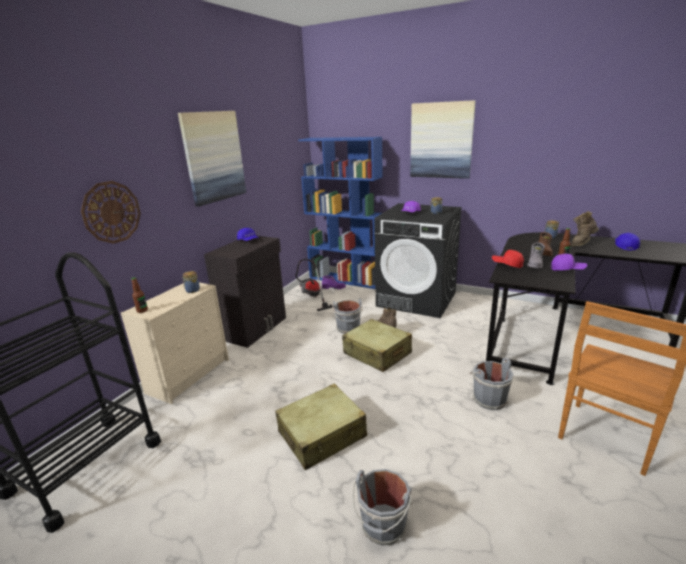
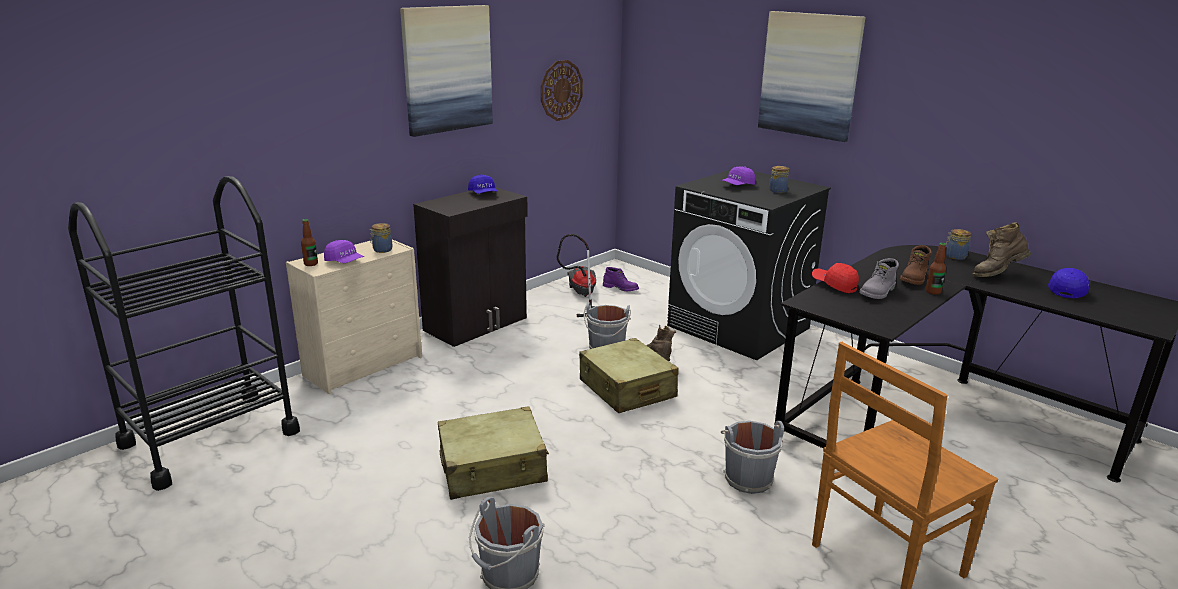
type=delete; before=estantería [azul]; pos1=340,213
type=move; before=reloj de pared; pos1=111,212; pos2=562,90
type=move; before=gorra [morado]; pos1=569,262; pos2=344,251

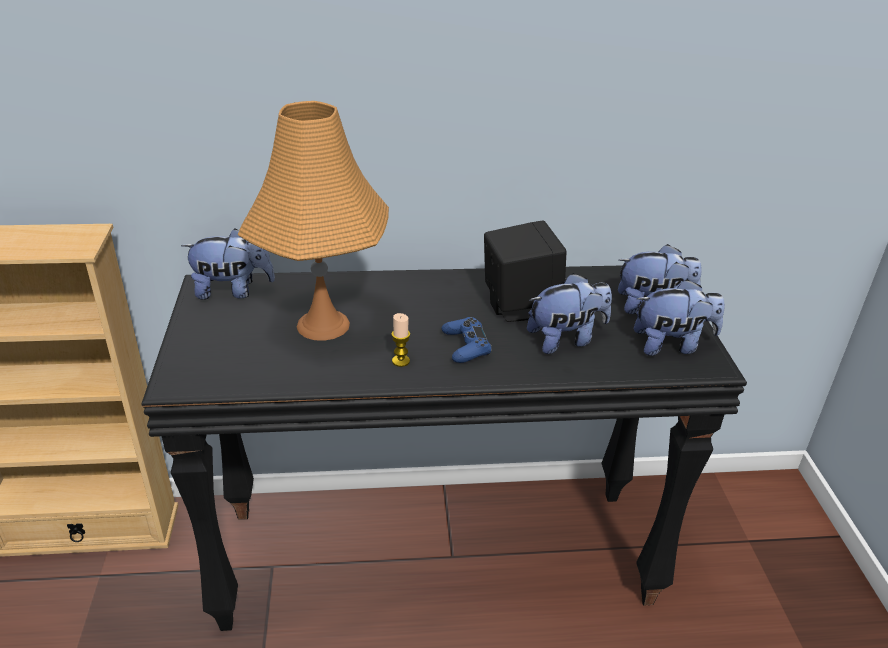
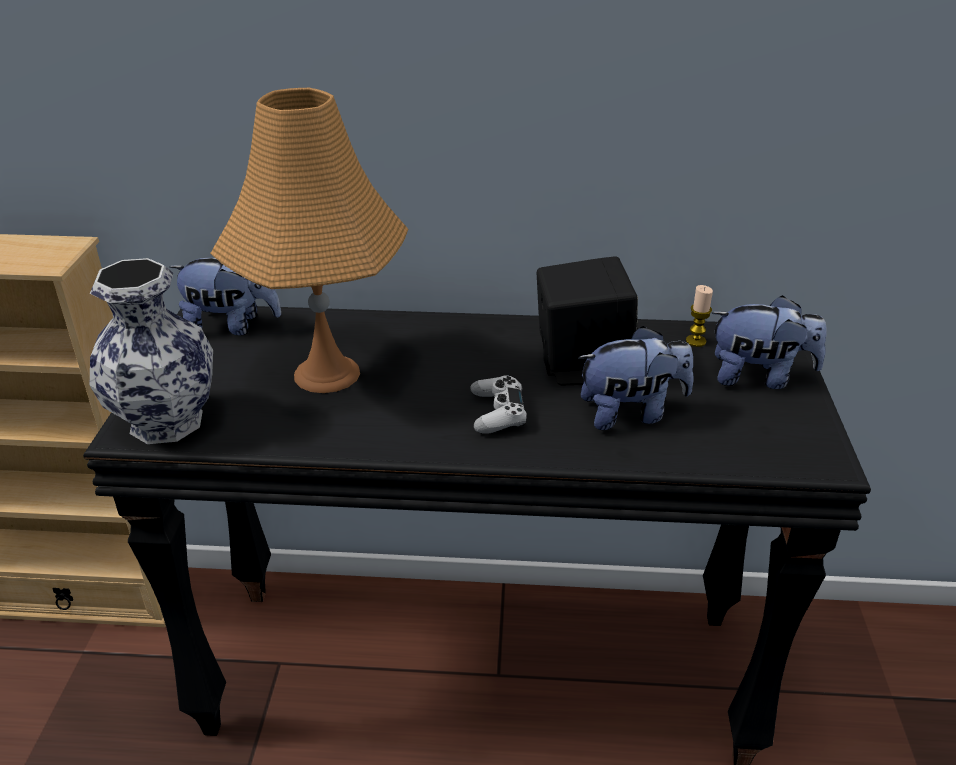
type=delete; before=peluche; pos1=679,317
type=move; before=vela; pos1=400,340; pos2=699,316
type=recolor; before=mando de consola [azul]; after=mando de consola [blanco]; pos1=466,340; pos2=498,404
type=insert; after=florero; pos2=151,351

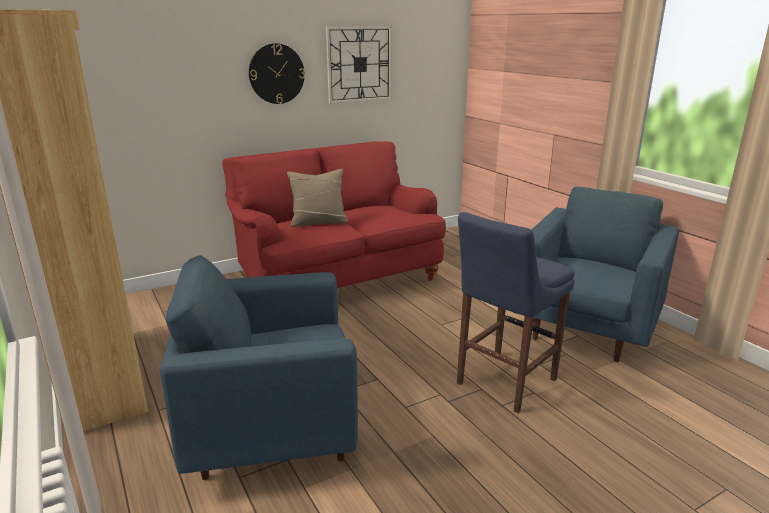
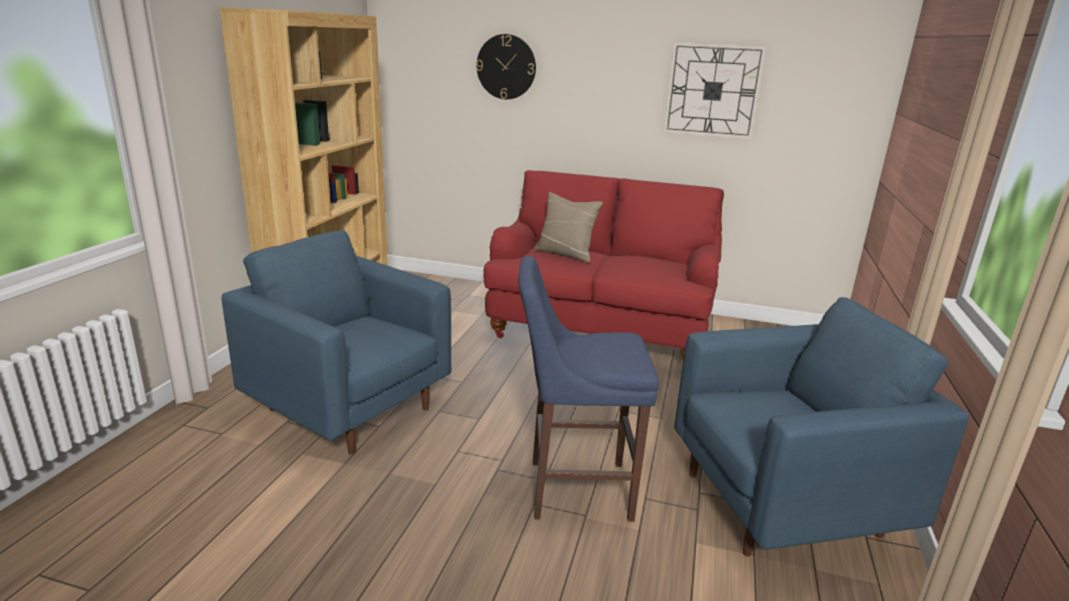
type=move; before=reloj de pared; pos1=277,73; pos2=506,66

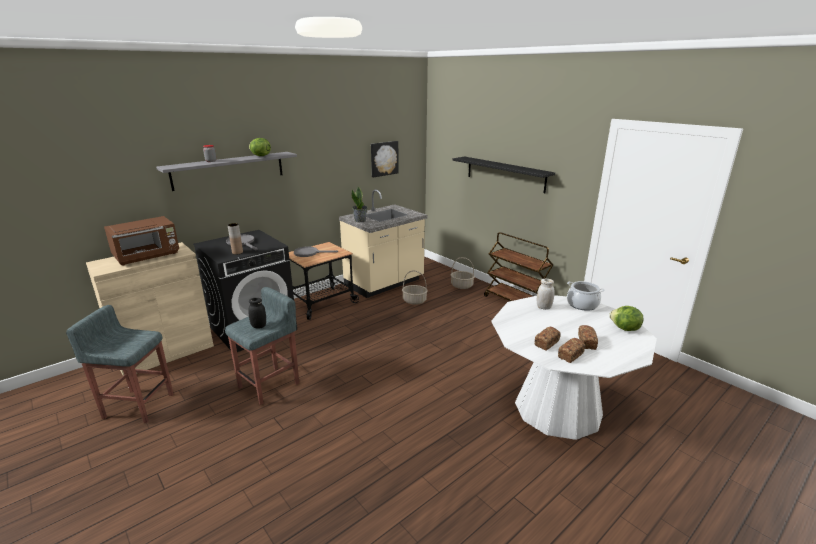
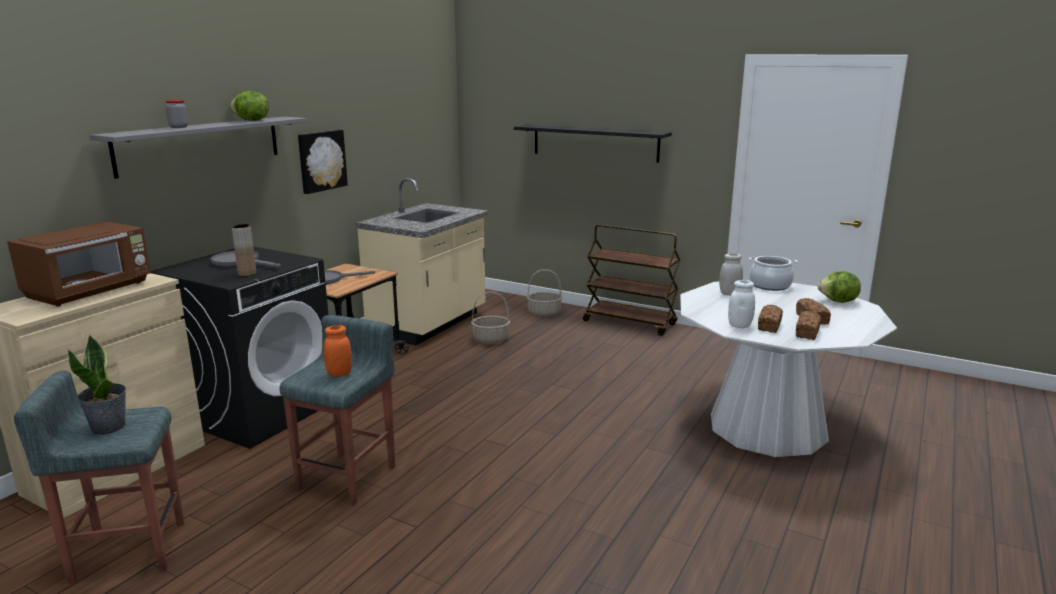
type=move; before=cuadro; pos1=385,159; pos2=323,162
type=move; before=planta en maceta; pos1=360,204; pos2=97,385
type=recolor; before=tarro [negro]; after=tarro [naranja]; pos1=257,313; pos2=338,351
type=insert; after=tarro [blanco]; pos2=741,304

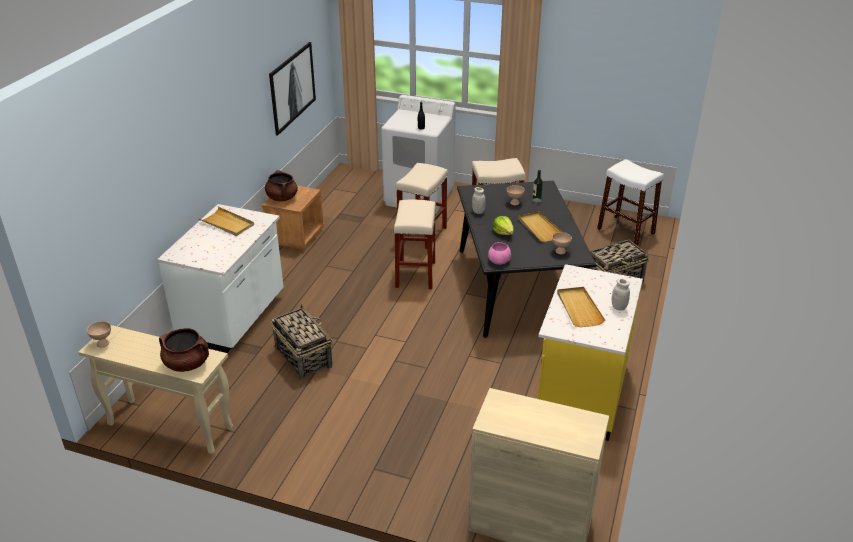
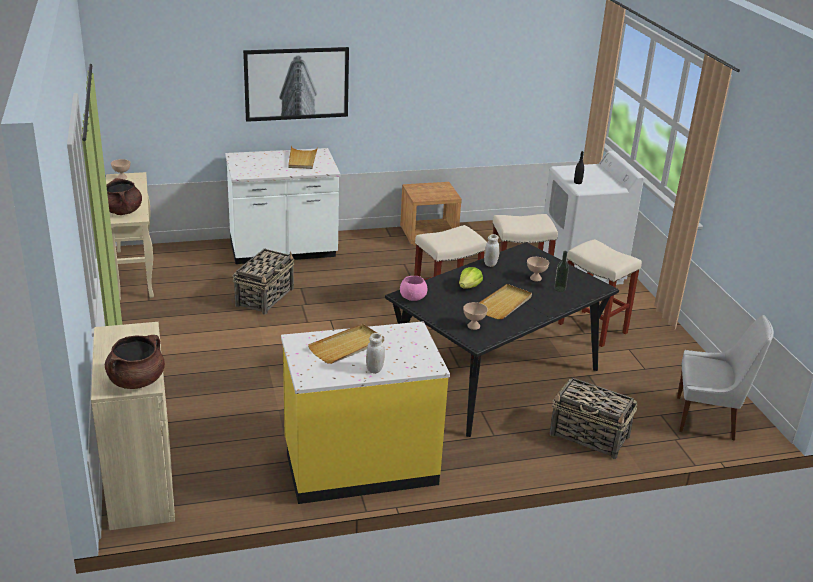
type=move; before=cuadro; pos1=292,88; pos2=296,84
type=replace; before=taburete [blanco]; after=silla [blanco]; pos1=630,202; pos2=725,378
type=move; before=olla [marrón]; pos1=281,185; pos2=135,362

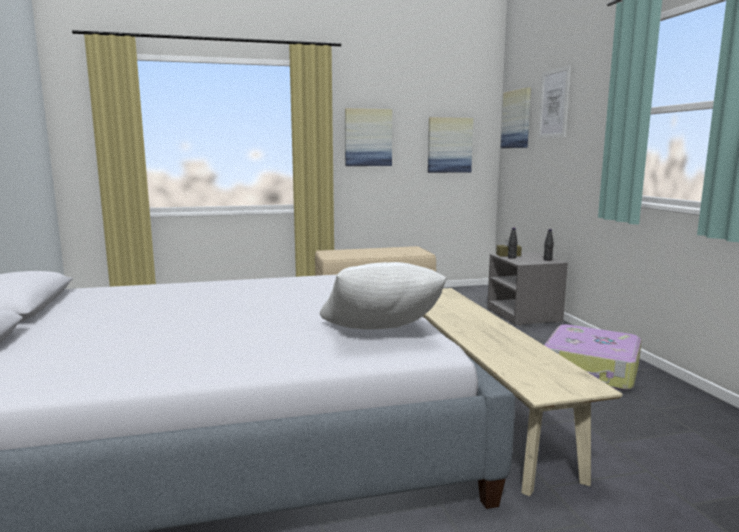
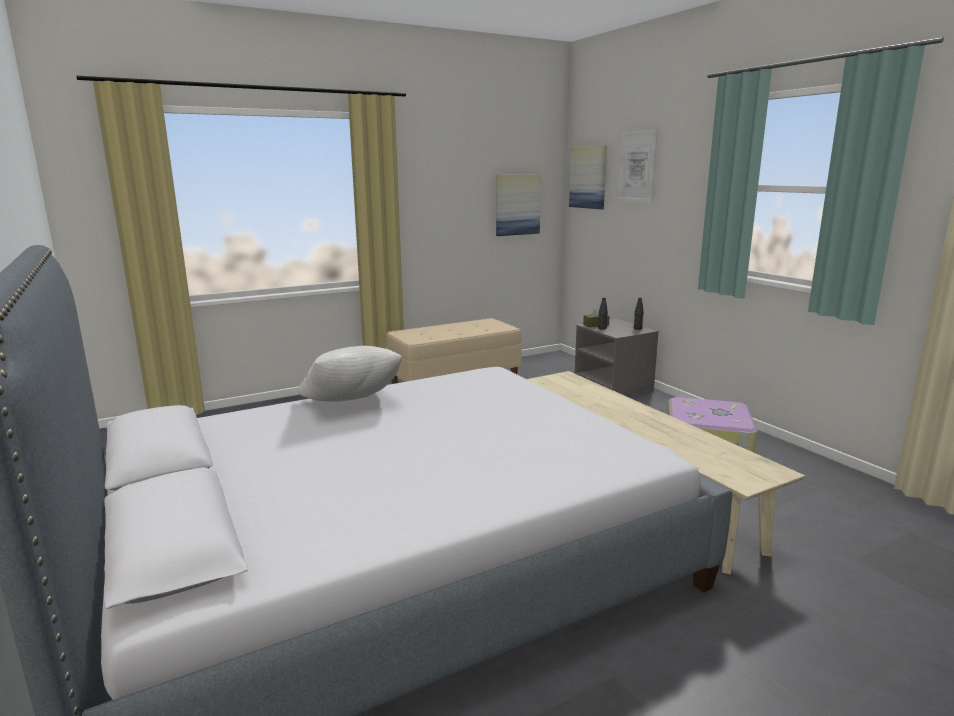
type=delete; before=cuadro; pos1=368,137
type=move; before=cojín [blanco]; pos1=383,295; pos2=350,374

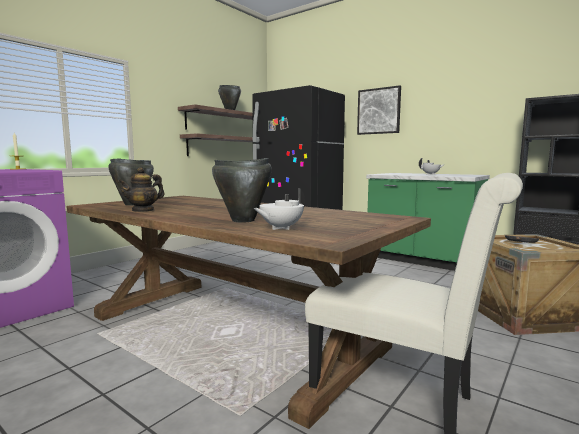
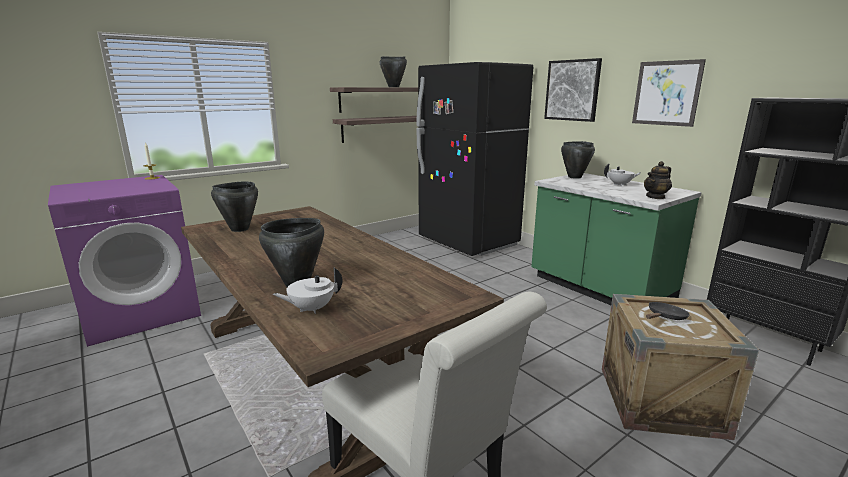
type=move; before=tetera; pos1=141,189; pos2=658,180
type=insert; after=cuadro; pos2=669,93
type=insert; after=olla [negro]; pos2=578,160

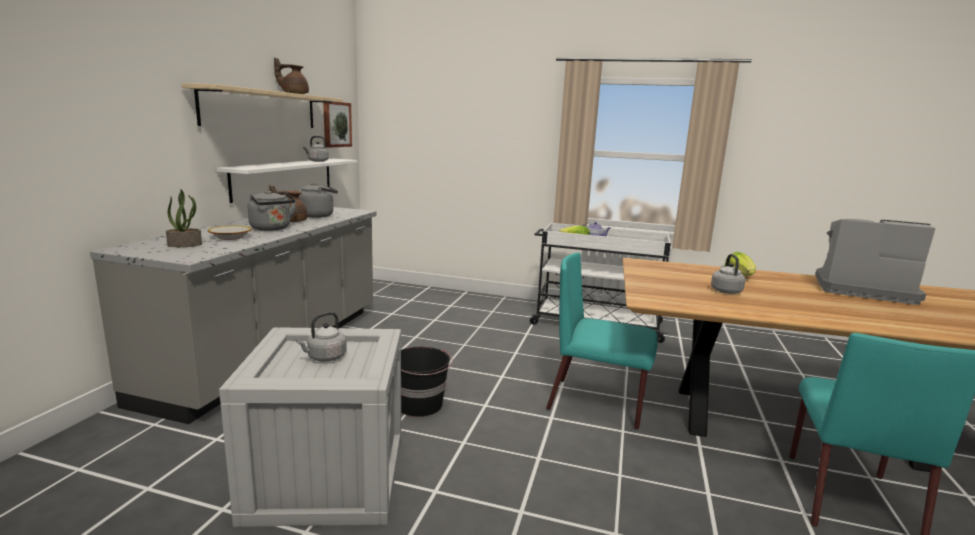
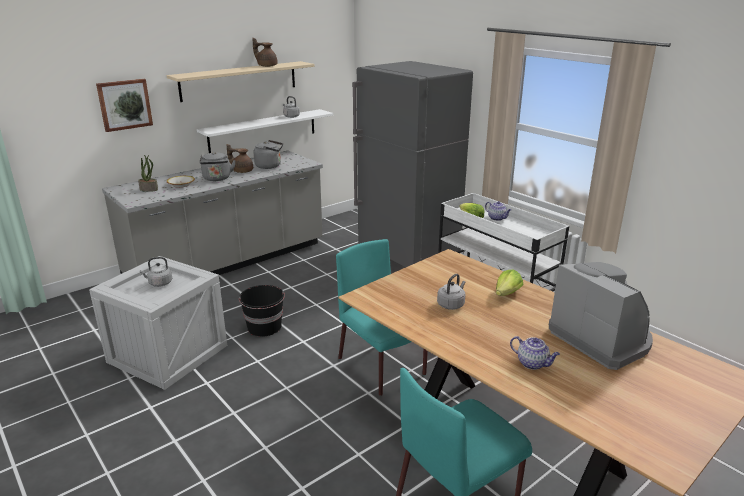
type=move; before=cuadro; pos1=337,125; pos2=124,105
type=insert; after=nevera [gris]; pos2=412,164
type=insert; after=tetera; pos2=535,353

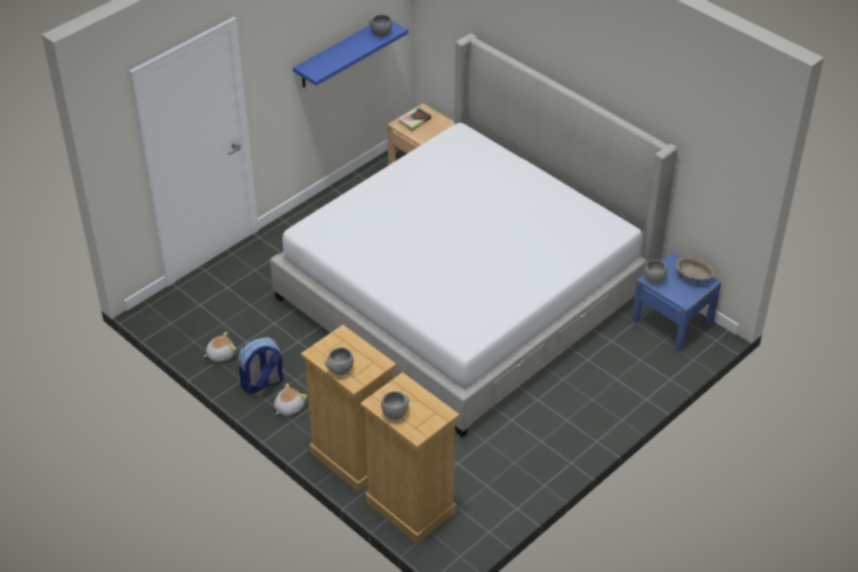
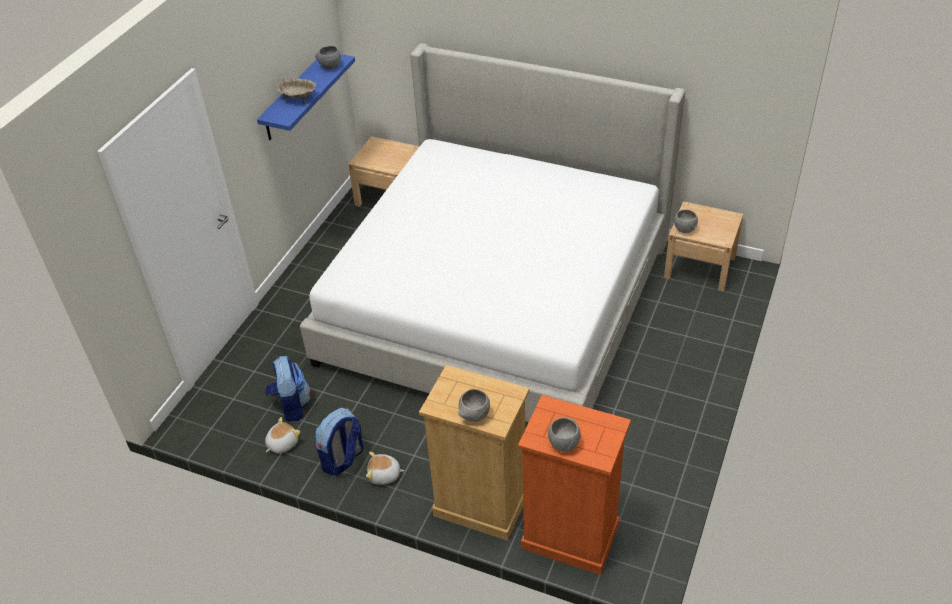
type=delete; before=libro; pos1=414,119
type=recolor; before=mesita de noche [azul]; after=mesita de noche [beis]; pos1=676,302; pos2=703,246
type=move; before=cuenco [beis]; pos1=695,271; pos2=296,91
type=recolor; before=cómoda [beis]; after=cómoda [naranja]; pos1=409,458; pos2=574,485
type=rotate; before=peluche; pos1=290,399; pos2=385,468; turn=-105
type=insert; after=mochila; pos2=288,389

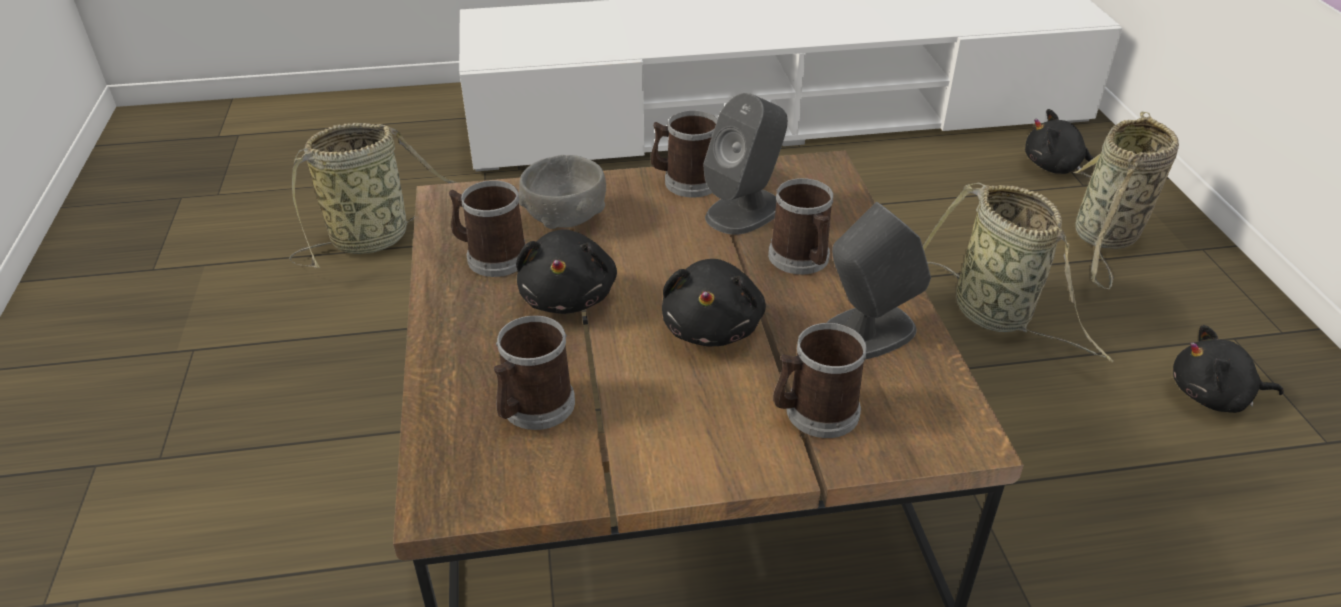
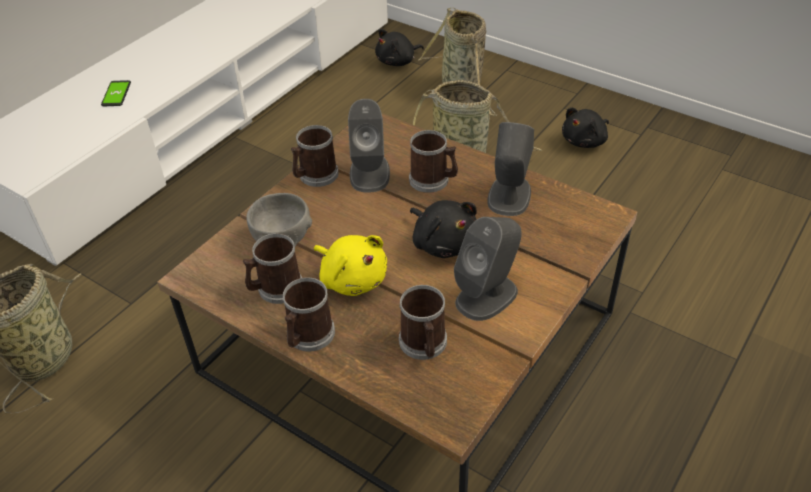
type=recolor; before=peluche [negro]; after=peluche [amarillo]; pos1=566,271; pos2=350,265
type=move; before=taza grande; pos1=820,380; pos2=308,314
type=insert; after=móvil; pos2=116,93
type=insert; after=altavoz [gris]; pos2=488,269

